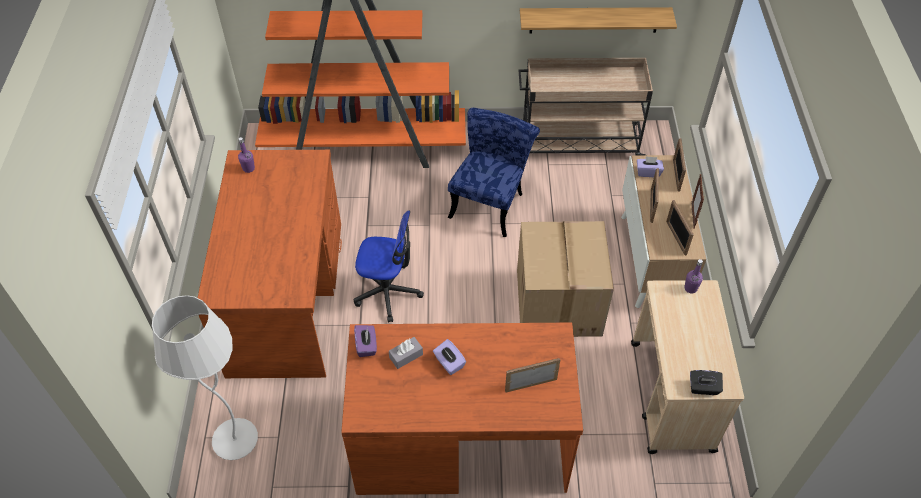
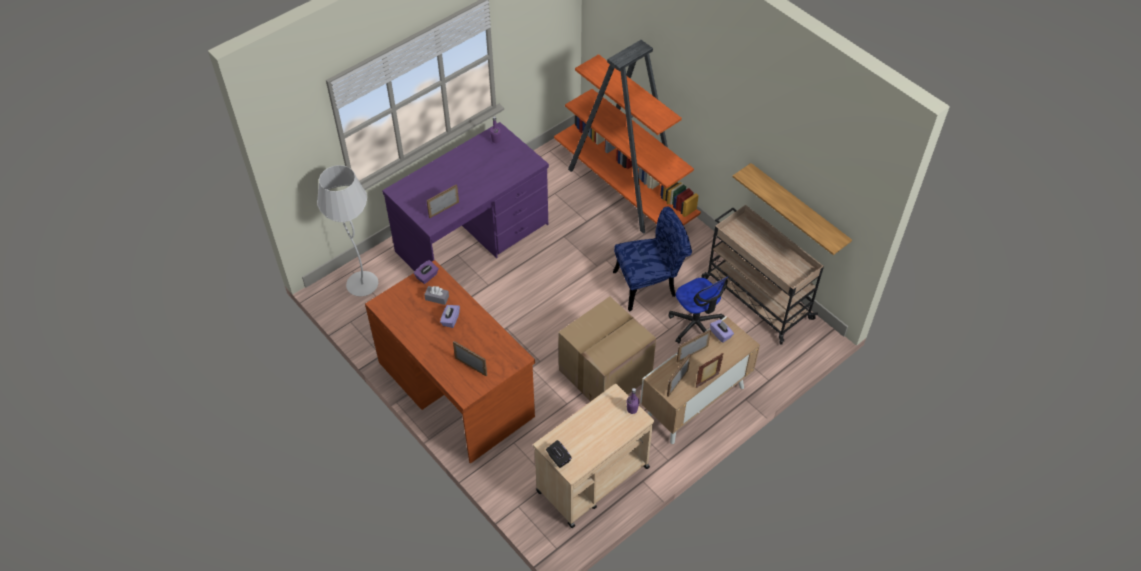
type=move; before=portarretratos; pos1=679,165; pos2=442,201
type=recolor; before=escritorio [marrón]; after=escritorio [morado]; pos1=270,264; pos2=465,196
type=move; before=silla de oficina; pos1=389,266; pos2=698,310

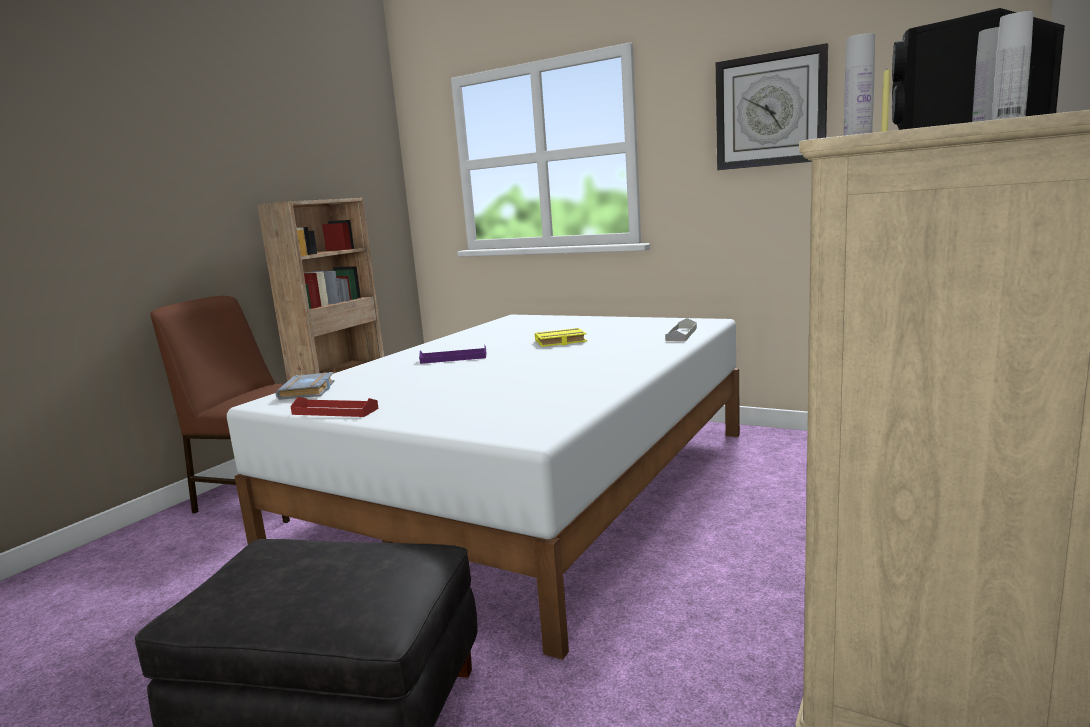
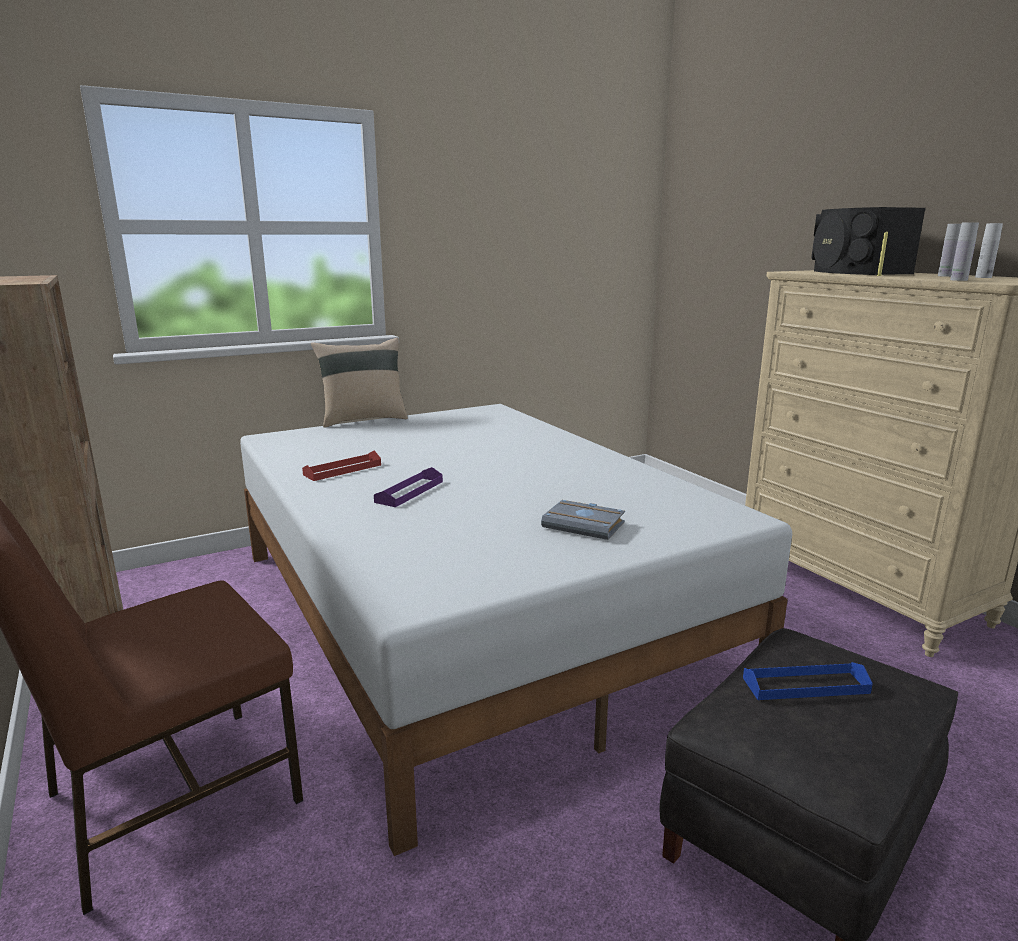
type=delete; before=reloj de pared; pos1=772,106
type=delete; before=bandeja [gris]; pos1=681,329
type=delete; before=libro [amarillo]; pos1=561,337
type=move; before=libro [gris]; pos1=305,386; pos2=583,520
type=move; before=bandeja [rojo]; pos1=334,407; pos2=341,466
type=insert; after=cojín [beis]; pos2=359,383
type=insert; after=bandeja [azul]; pos2=808,681

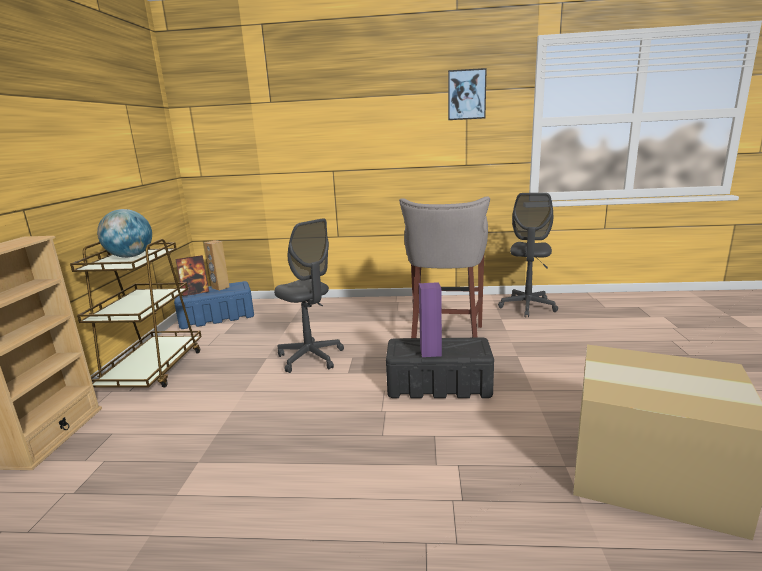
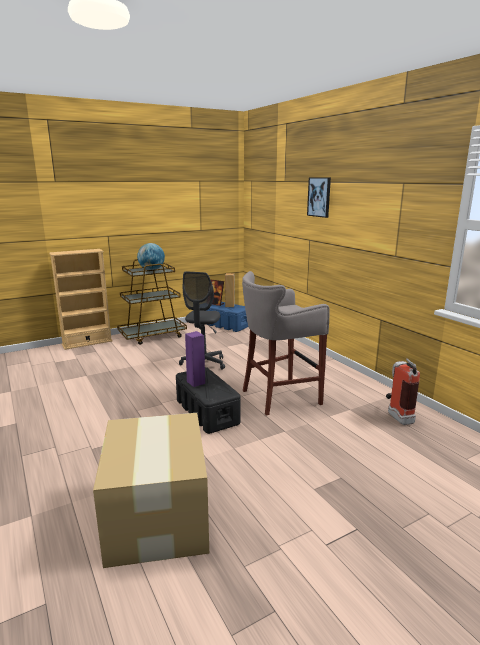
type=move; before=cuadro; pos1=467,94; pos2=319,197
type=replace; before=silla de oficina [gris]; after=extintor; pos1=528,255; pos2=403,391

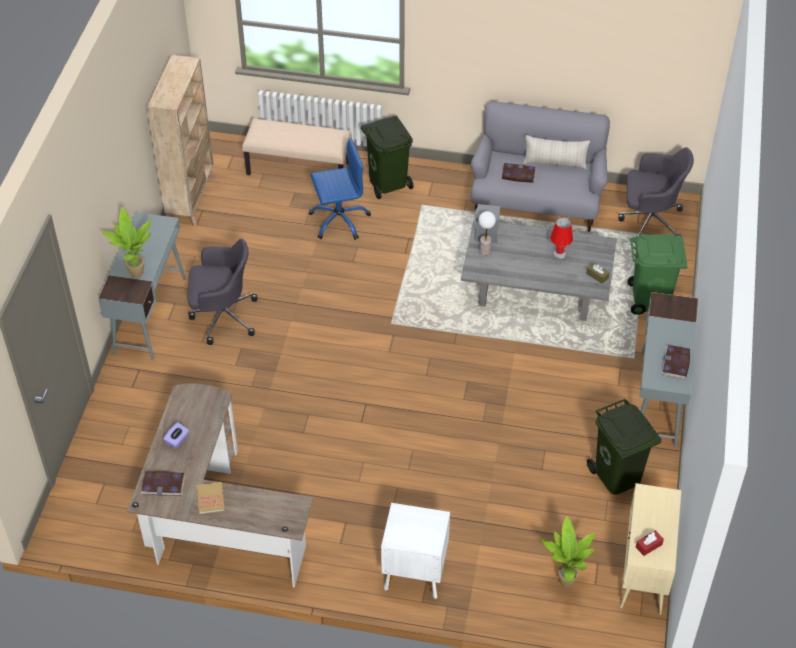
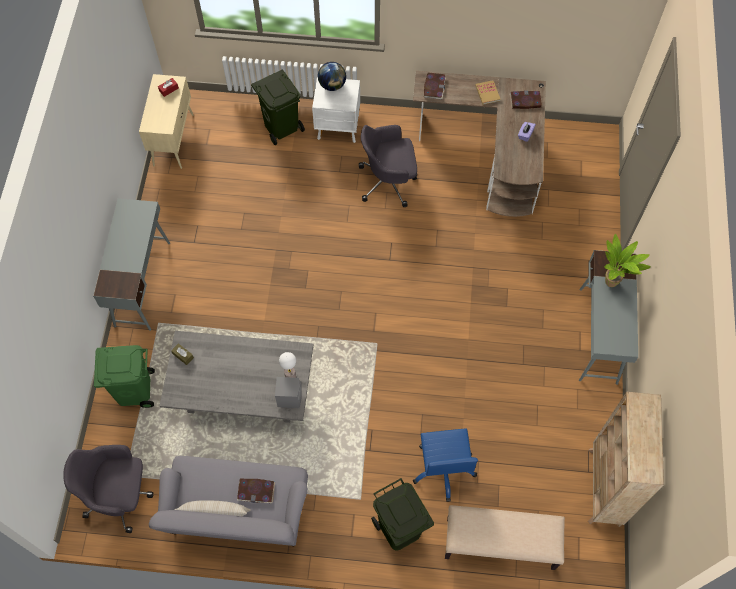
type=rotate; before=silla de oficina [azul]; pos1=340,189; pos2=445,465; turn=-75
type=delete; before=lámpara de mesa [rojo]; pos1=562,238
type=move; before=silla de oficina [gris]; pos1=222,292; pos2=388,166
type=move; before=libro; pos1=676,362; pos2=435,86
type=move; before=papelera [verde]; pos1=624,447; pos2=278,107
type=delete; before=planta en maceta; pos1=568,552
type=insert; after=globo terráqueo; pos2=332,76

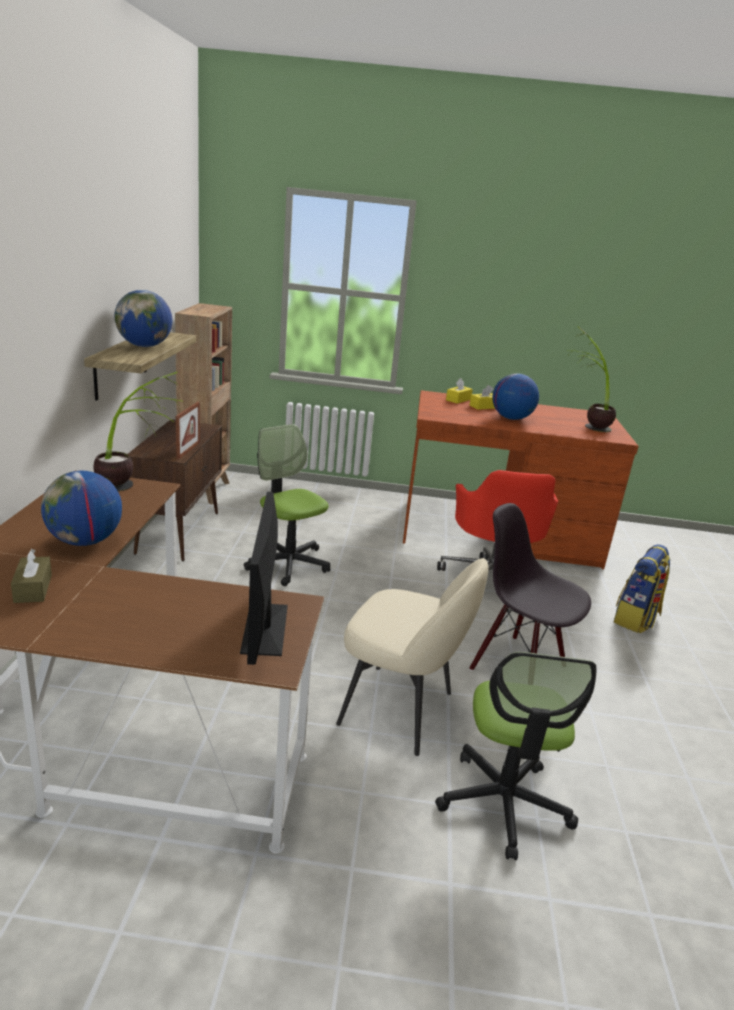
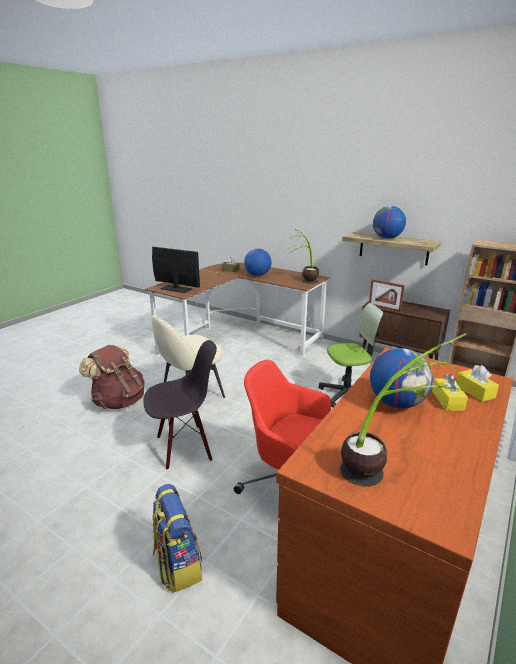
type=replace; before=silla de oficina; after=mochila [marrón]; pos1=515,756; pos2=111,377

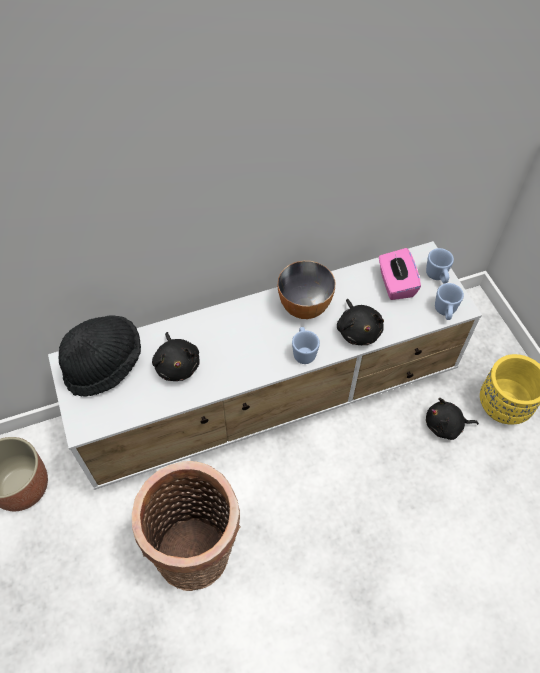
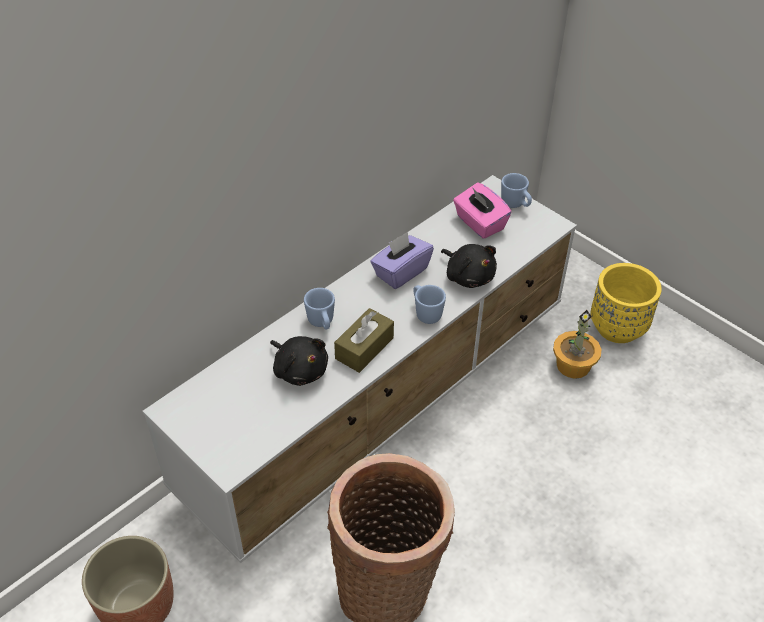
type=replace; before=cuenco; after=caja de pañuelos [morado]; pos1=306,290; pos2=402,260
type=move; before=taza grande [azul]; pos1=449,301; pos2=319,308
type=delete; before=sombrero [negro]; pos1=99,356
type=replace; before=peluche [negro]; after=planta en maceta; pos1=452,419; pos2=577,344
type=insert; after=caja de pañuelos [marrón]; pos2=364,340

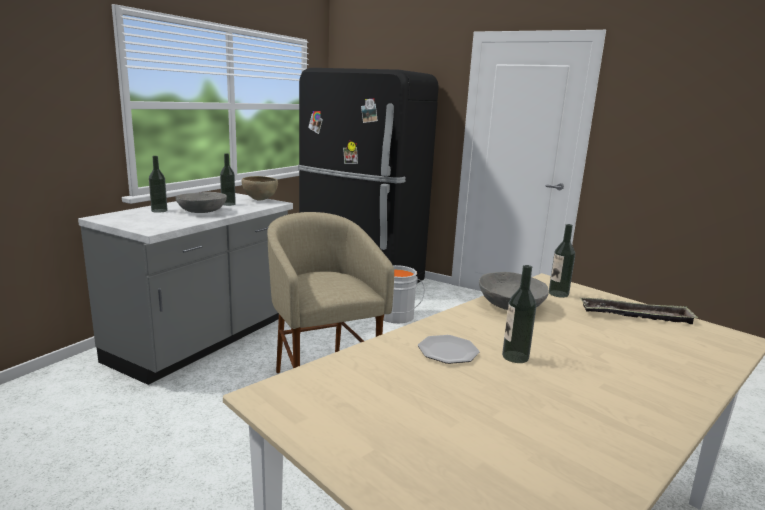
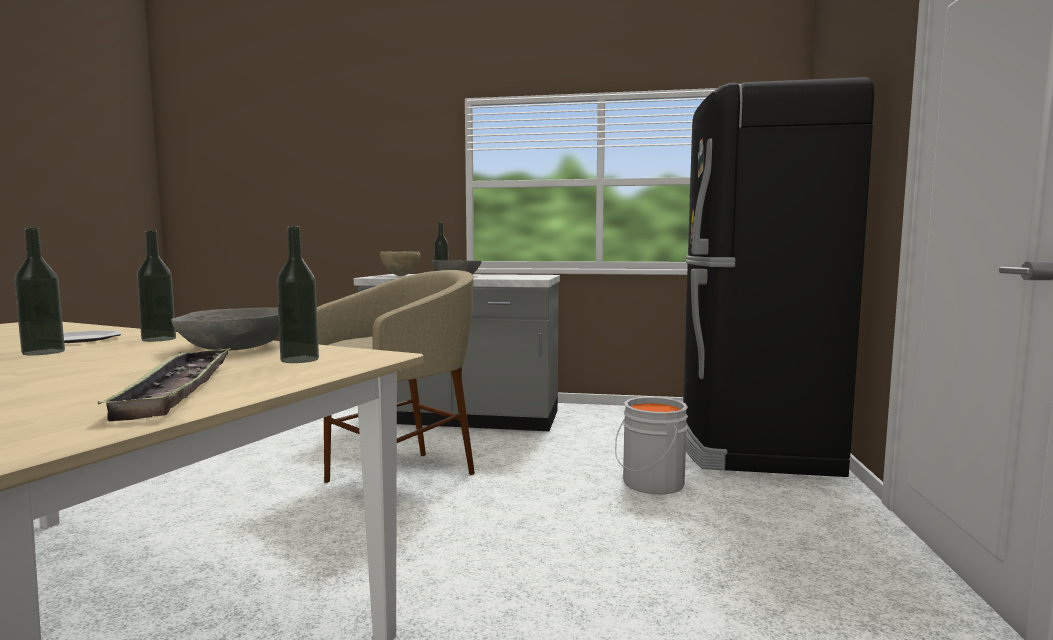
type=move; before=botella; pos1=228,179; pos2=156,286
type=move; before=cuenco [marrón]; pos1=259,188; pos2=400,263

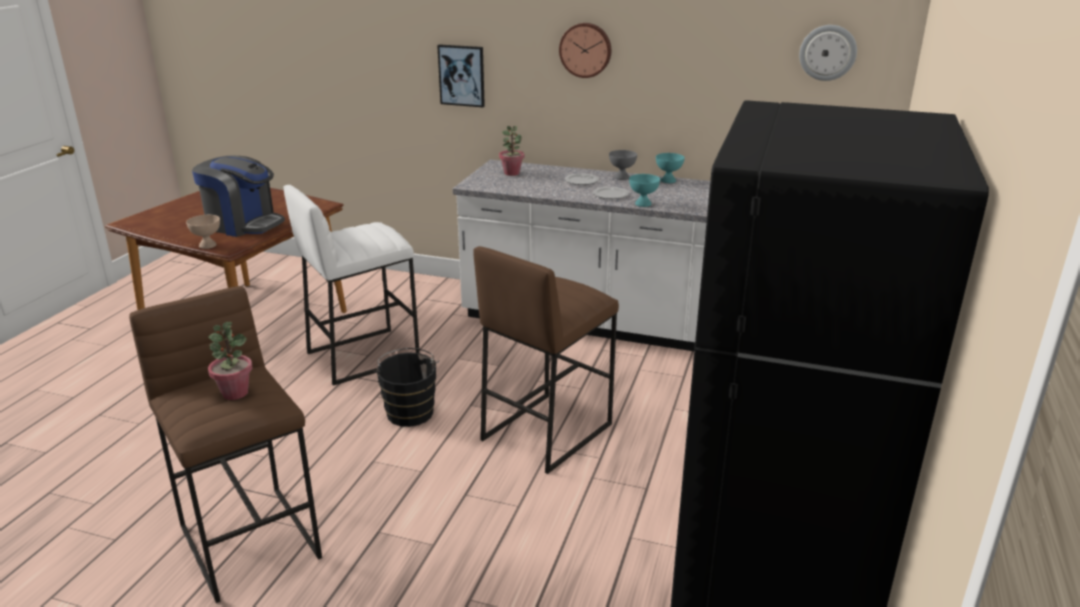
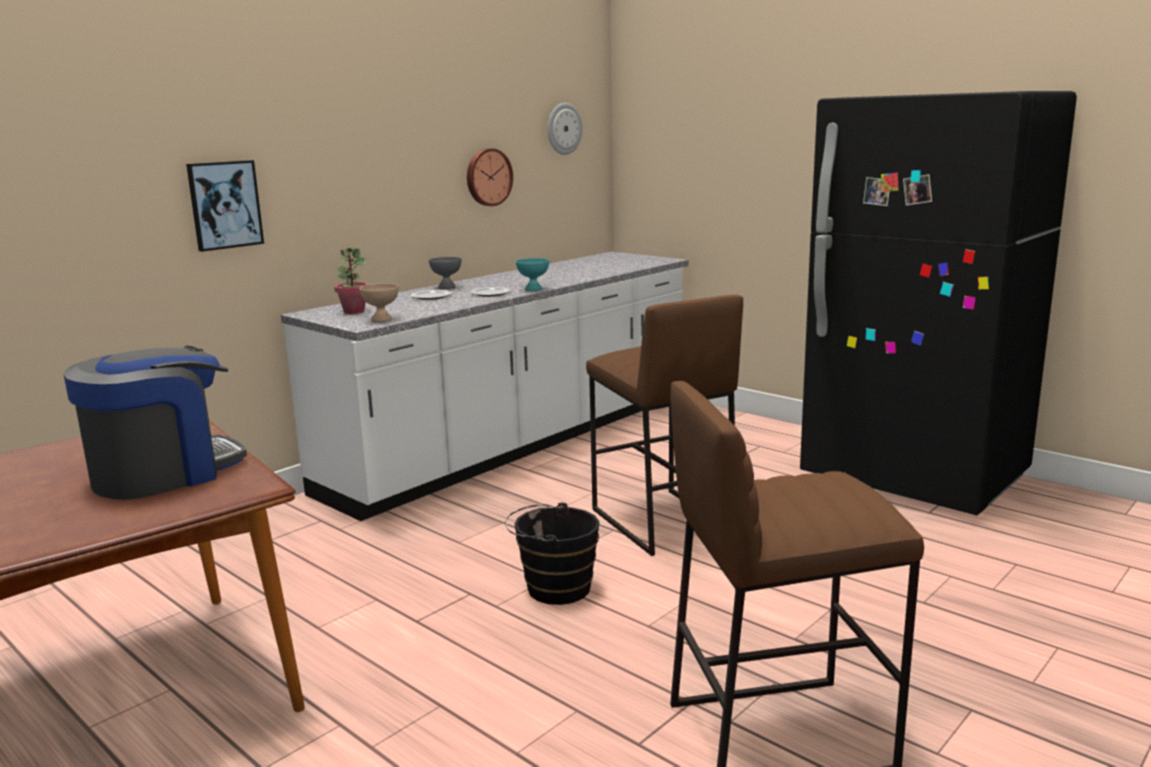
type=move; before=reloj de pared; pos1=585,50; pos2=490,177
type=delete; before=cuenco [turquesa]; pos1=670,168
type=delete; before=taburete [blanco]; pos1=351,285
type=move; before=cuenco [beis]; pos1=203,232; pos2=379,302
type=delete; before=planta en maceta; pos1=230,361

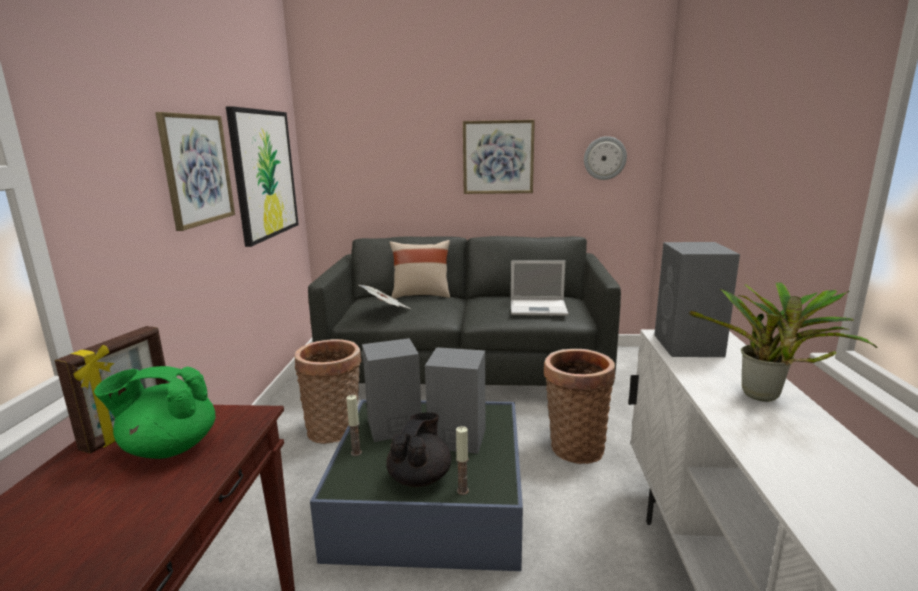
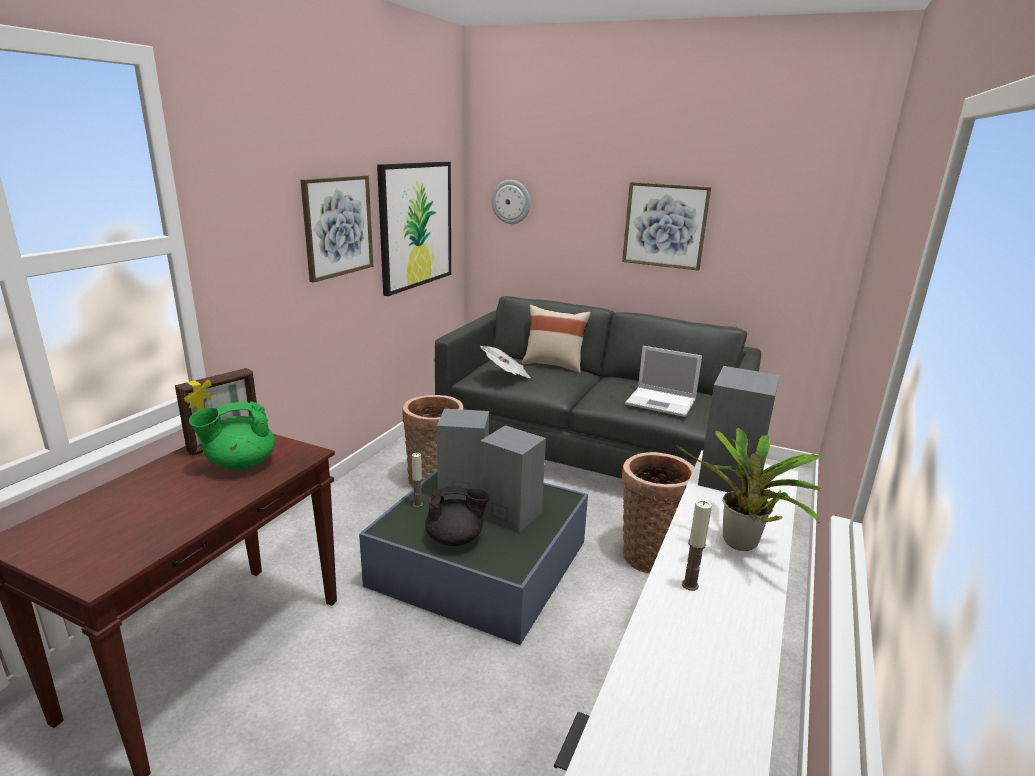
type=move; before=reloj de pared; pos1=605,158; pos2=511,202
type=rotate; before=tetera [verde]; pos1=154,412; pos2=232,435; turn=-45
type=rotate; before=tetera [negro]; pos1=418,449; pos2=457,516; turn=45
type=move; before=vela; pos1=462,460; pos2=697,545

